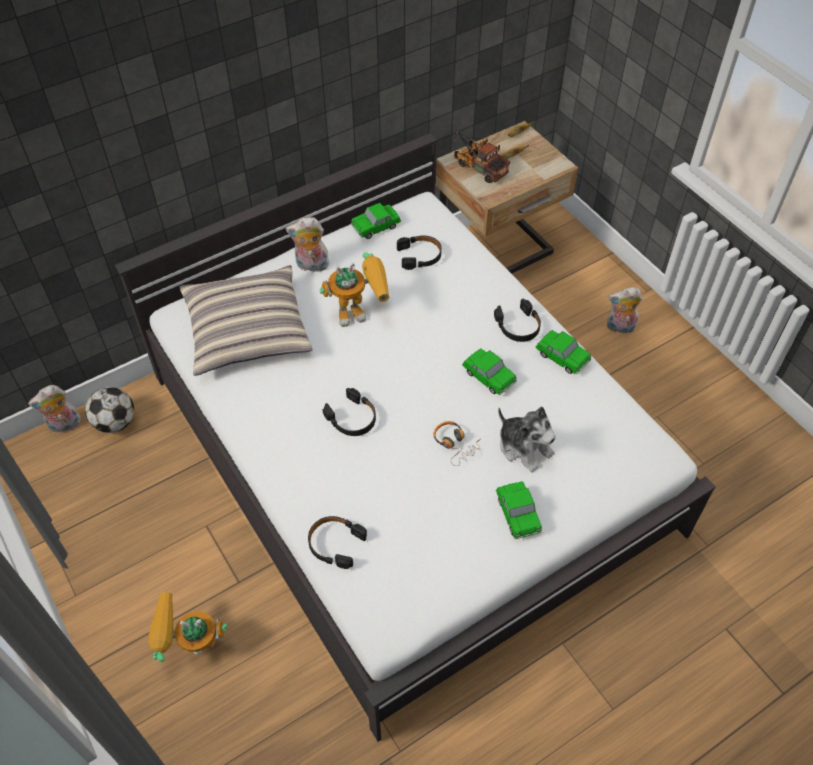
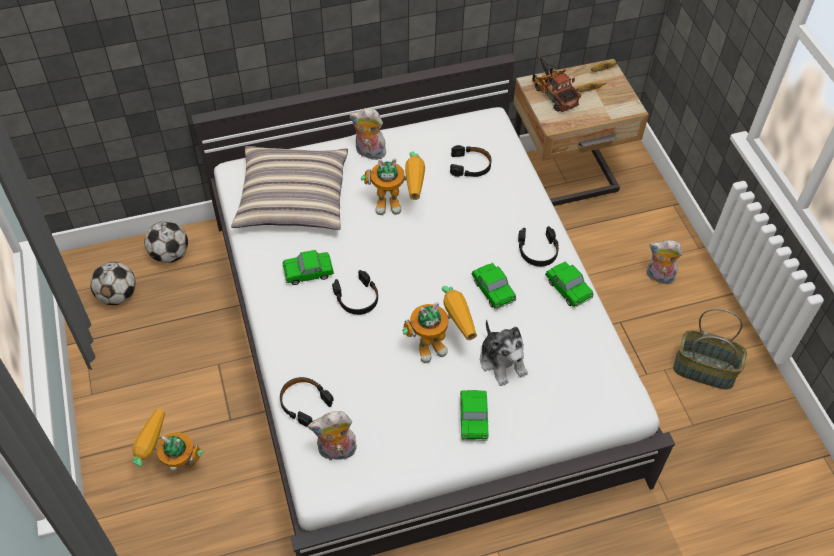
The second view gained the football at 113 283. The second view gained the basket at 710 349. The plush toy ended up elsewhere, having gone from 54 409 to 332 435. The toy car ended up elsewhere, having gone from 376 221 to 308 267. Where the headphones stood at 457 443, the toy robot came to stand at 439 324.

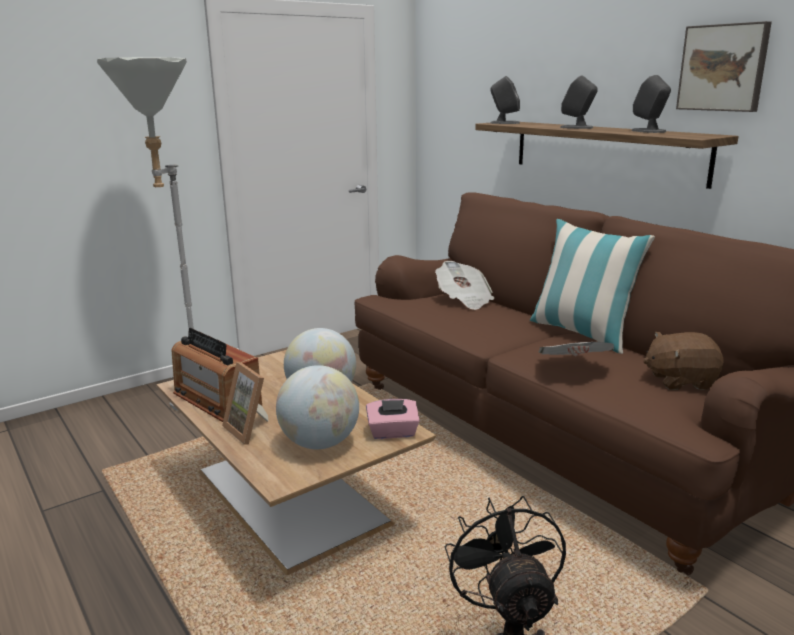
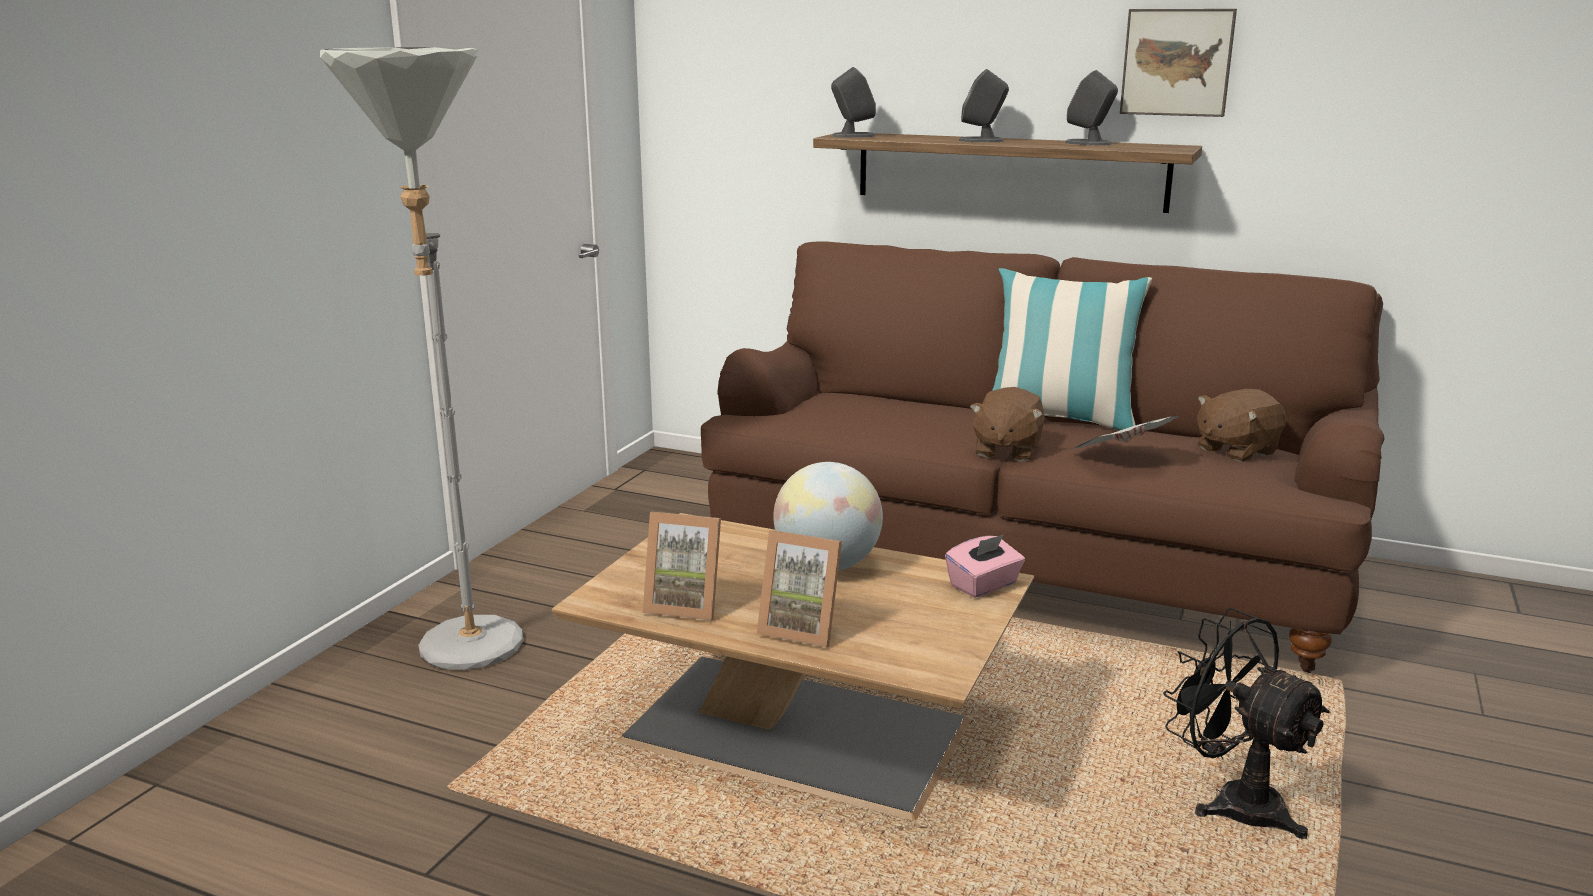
The second view lost the globe at 317 407. The second view lost the newspaper at 464 285. The second view gained the brown plush toy at 1007 424. Where the radio stood at 217 375, the picture frame came to stand at 682 566.

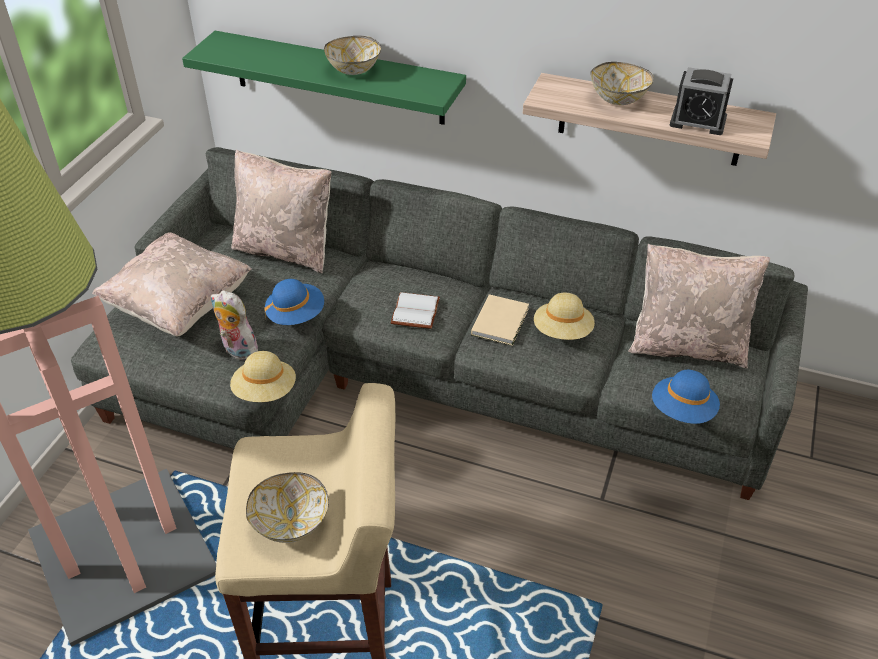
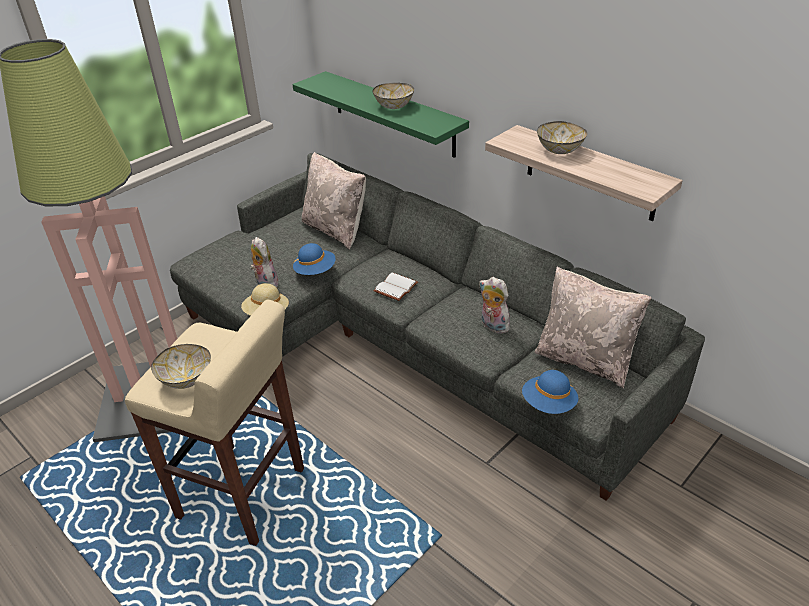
The second view lost the beige pillow at 172 284. The second view lost the beige book at 500 320. The second view lost the alarm clock at 701 101. Where the beige hat stood at 564 316, the plush toy came to stand at 494 305.

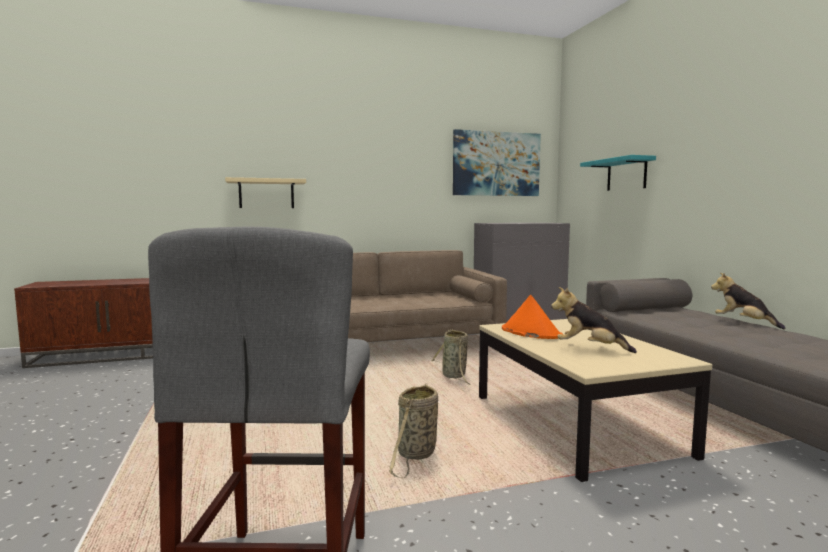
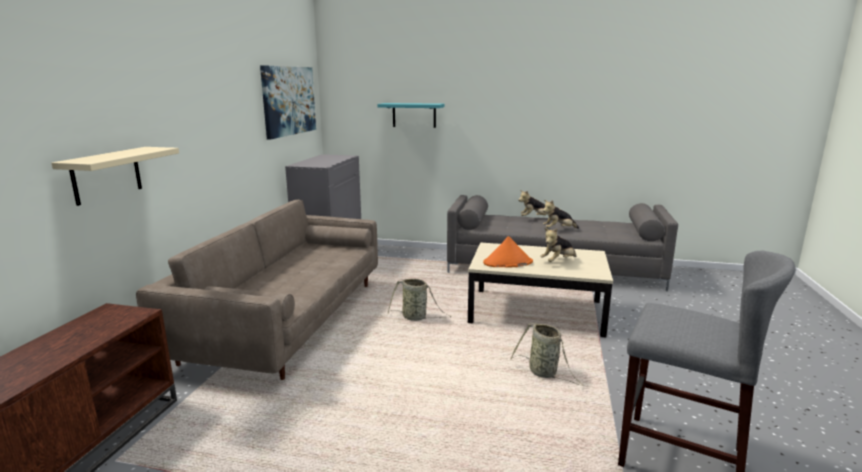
The second view gained the plush toy at 561 214.

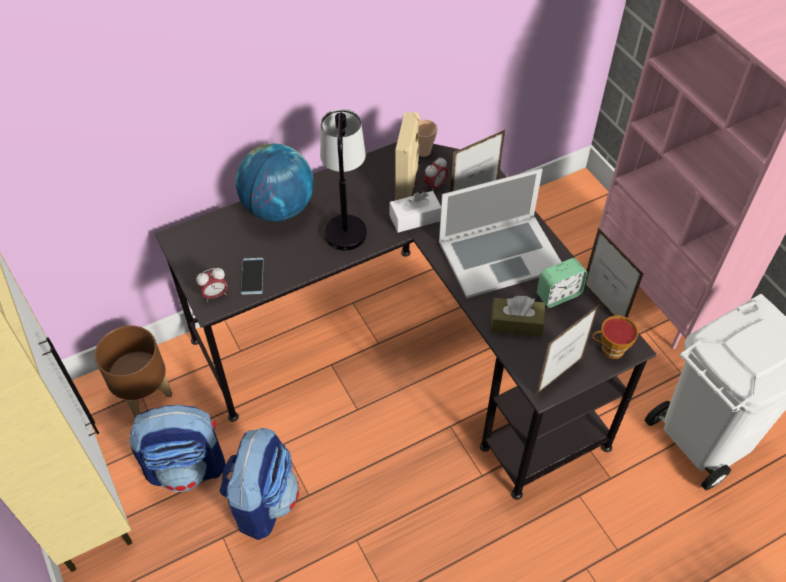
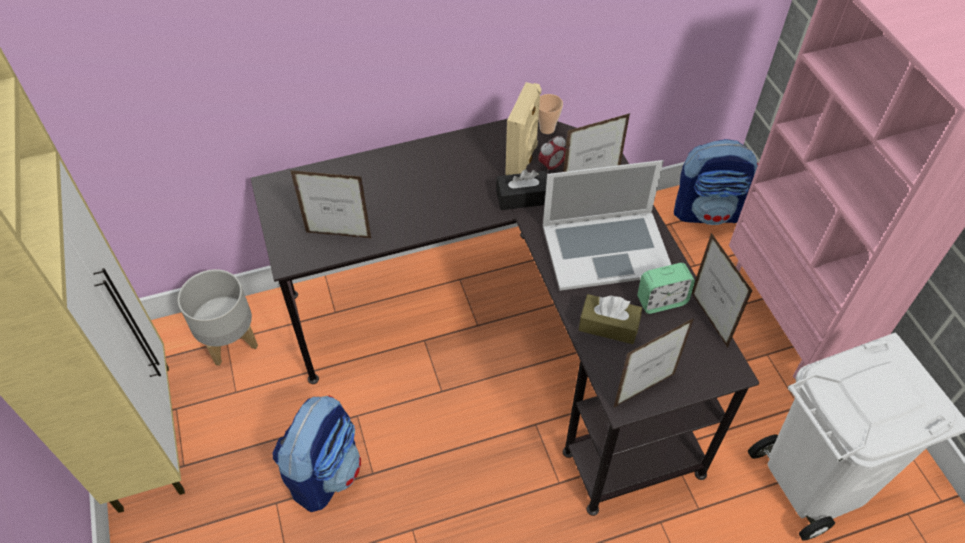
The second view lost the alarm clock at 212 285. The second view lost the globe at 275 182. The second view lost the table lamp at 343 179. The second view lost the cup at 615 337. The backpack ended up elsewhere, having gone from 178 448 to 716 182. Where the phone stood at 252 276, the picture frame came to stand at 331 204. What was the brown planter at 133 371 turned into the grey planter at 218 317. What was the white tissue box at 415 211 turned into the black tissue box at 521 189.

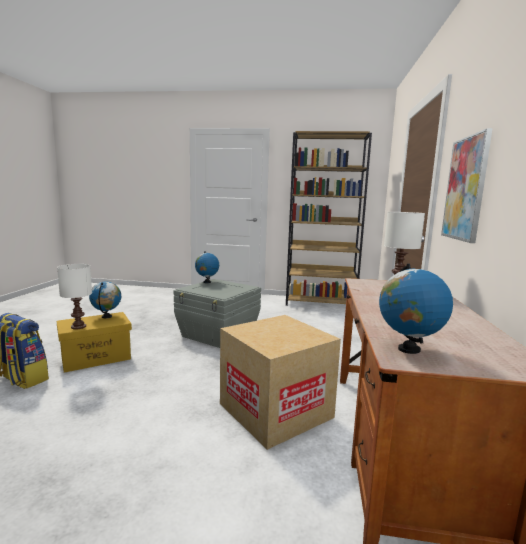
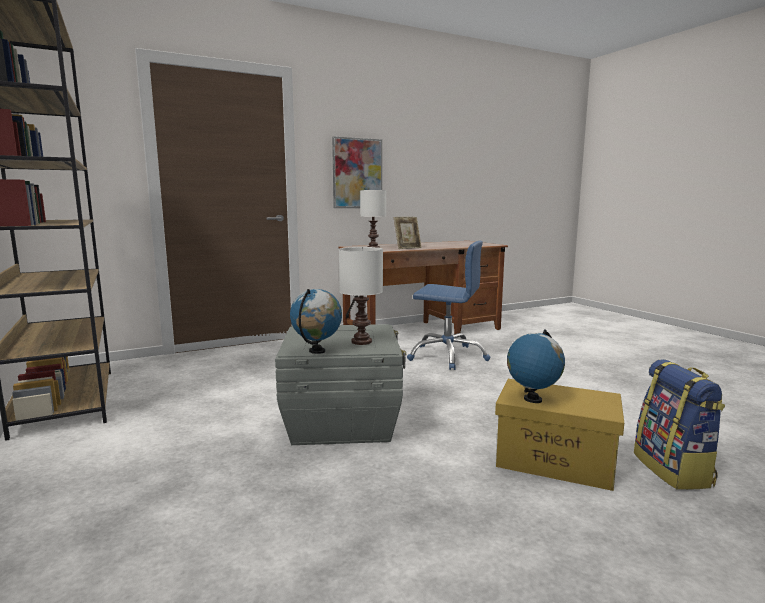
The second view lost the globe at 416 309. The second view gained the picture frame at 407 233. The white table lamp ended up elsewhere, having gone from 74 297 to 361 296. Where the cardboard box stood at 280 382, the blue office chair came to stand at 448 305.

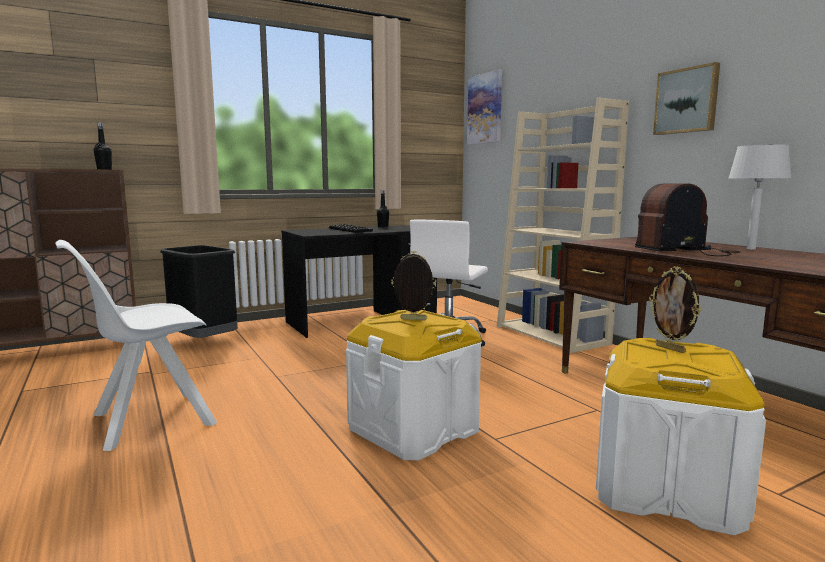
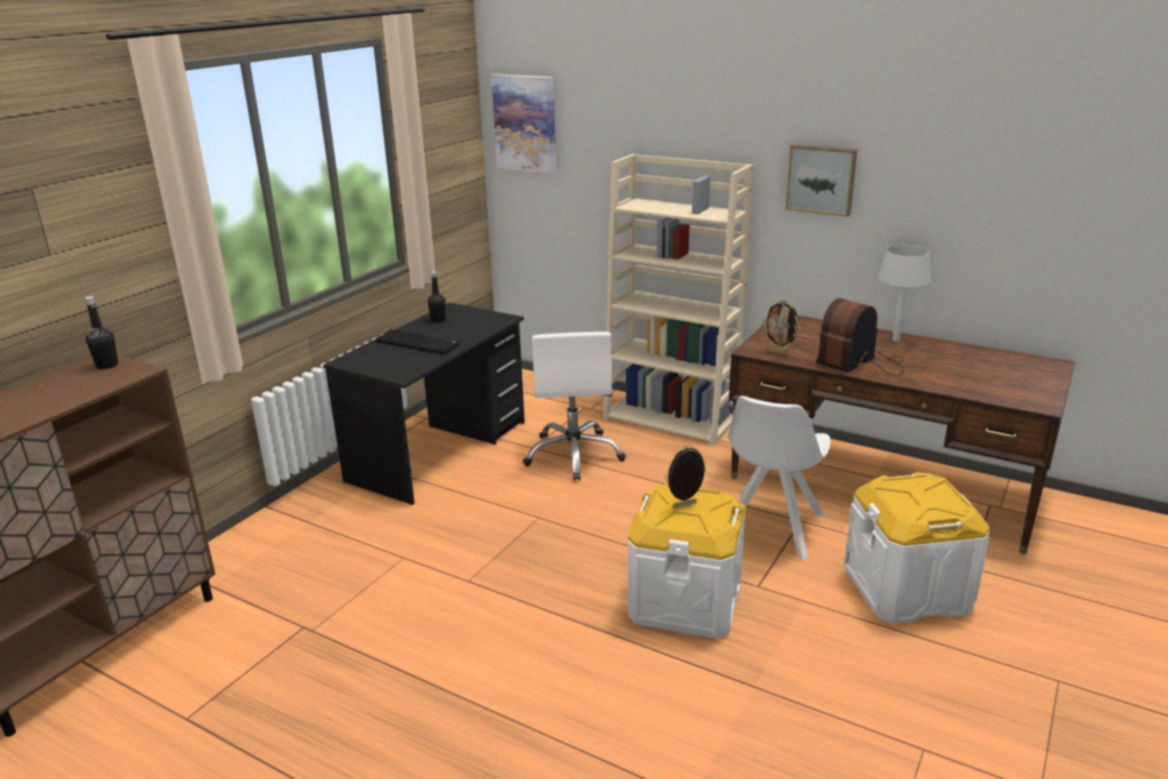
The second view lost the black trash can at 199 291. The white chair ended up elsewhere, having gone from 136 345 to 778 478. The picture frame ended up elsewhere, having gone from 675 309 to 781 327.

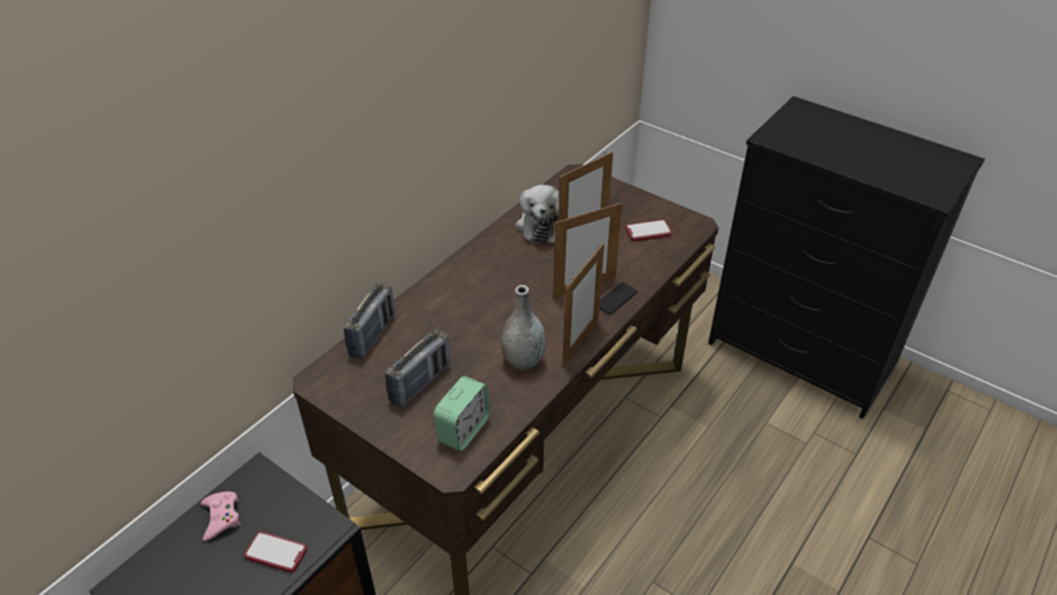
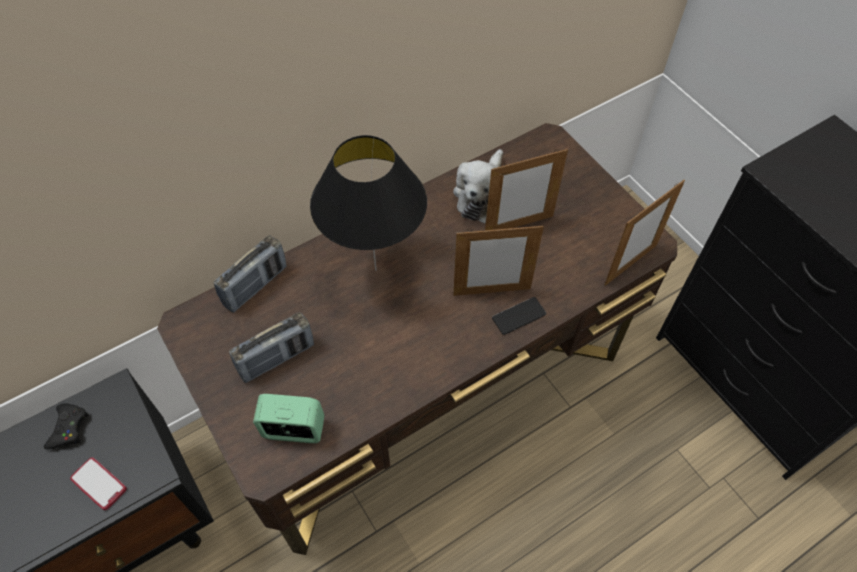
The second view lost the grey vase at 523 327. The second view lost the phone at 649 231. The second view gained the black table lamp at 368 203. The picture frame ended up elsewhere, having gone from 583 304 to 644 233. What was the pink game controller at 221 516 turned into the black game controller at 66 426. The alarm clock at 462 413 ended up facing another way, 135 degrees counterclockwise from before.

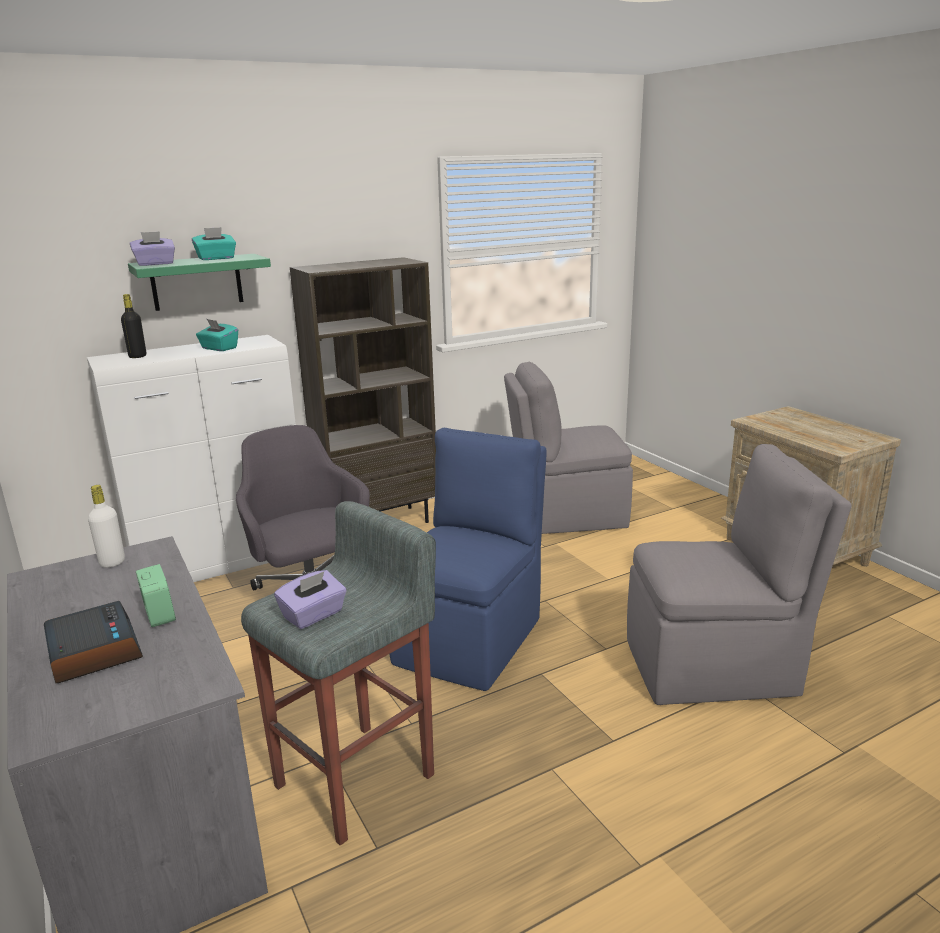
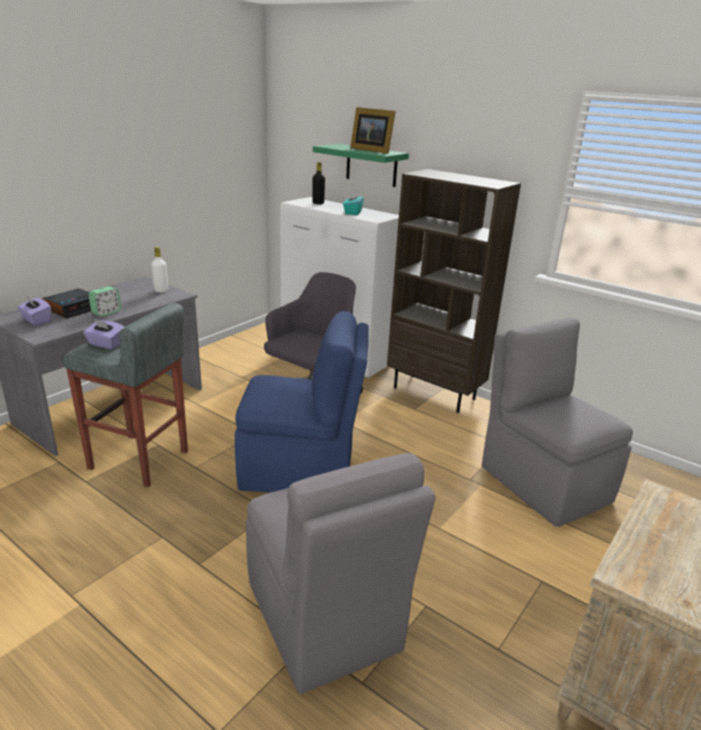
The purple tissue box ended up elsewhere, having gone from 152 248 to 34 311. Where the turquoise tissue box stood at 214 243, the picture frame came to stand at 373 130.

